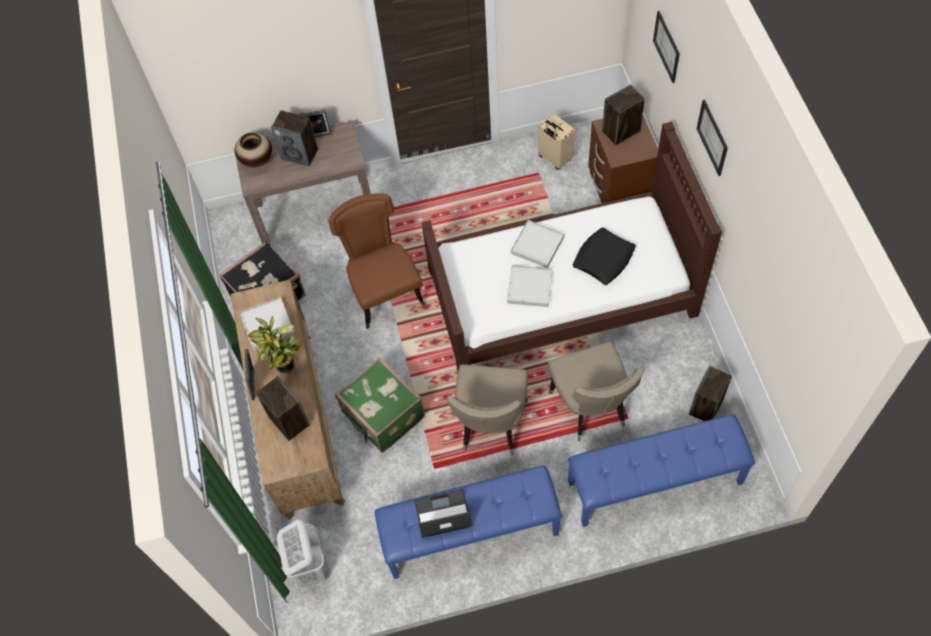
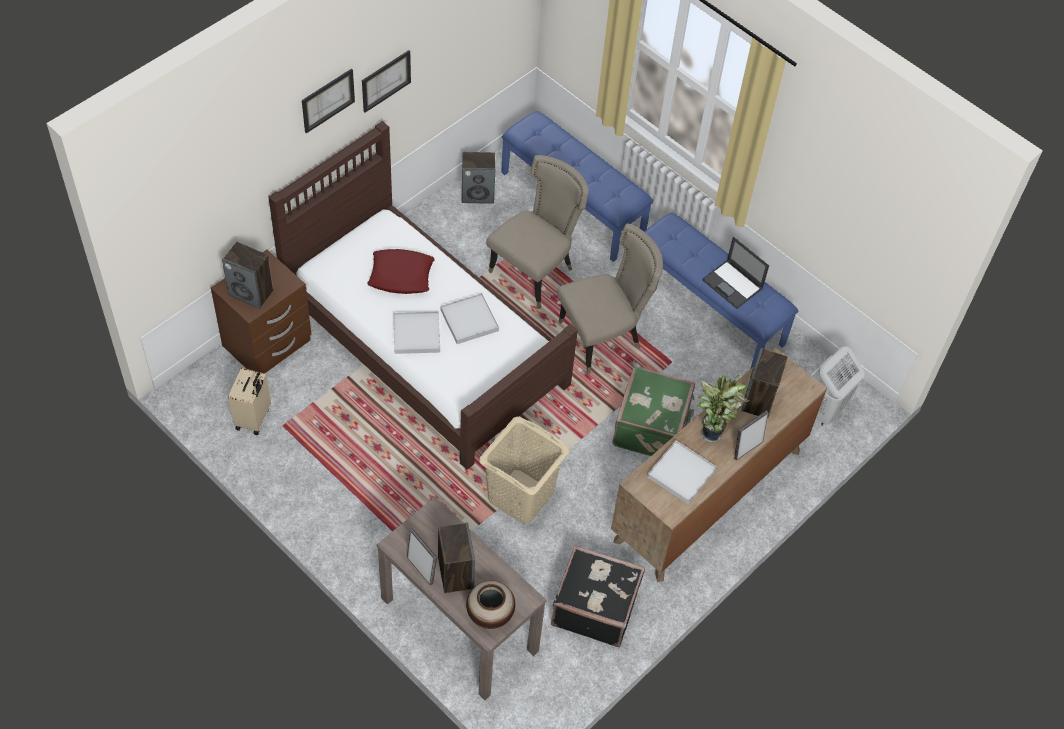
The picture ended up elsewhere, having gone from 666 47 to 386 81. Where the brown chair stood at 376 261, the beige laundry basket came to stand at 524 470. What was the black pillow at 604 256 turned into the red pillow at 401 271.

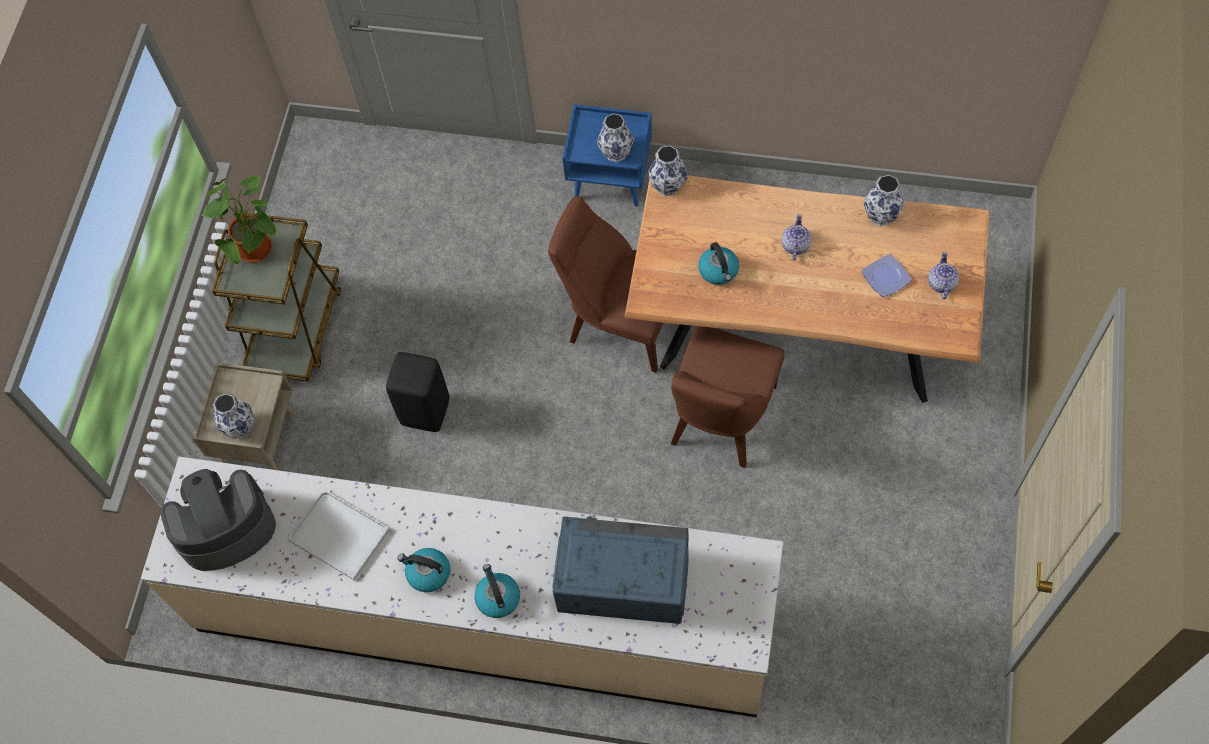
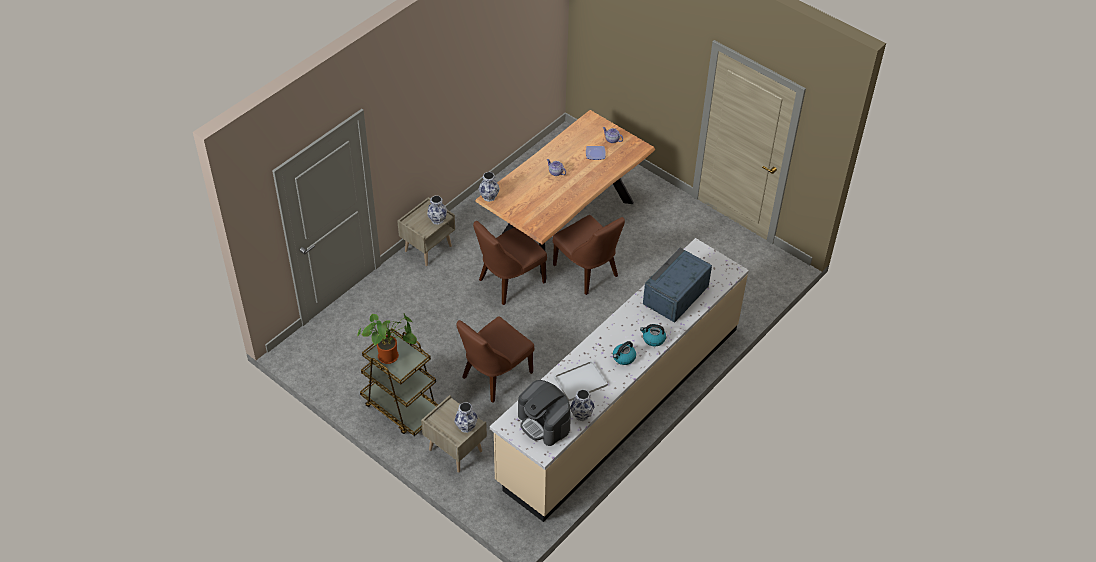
The second view lost the kettle at 718 263. The vase ended up elsewhere, having gone from 883 200 to 582 405. Where the black stool stood at 417 392, the brown chair came to stand at 495 359. What was the blue nightstand at 607 155 turned into the beige nightstand at 426 231. The coffee machine at 218 520 ended up facing another way, 45 degrees counterclockwise from before.

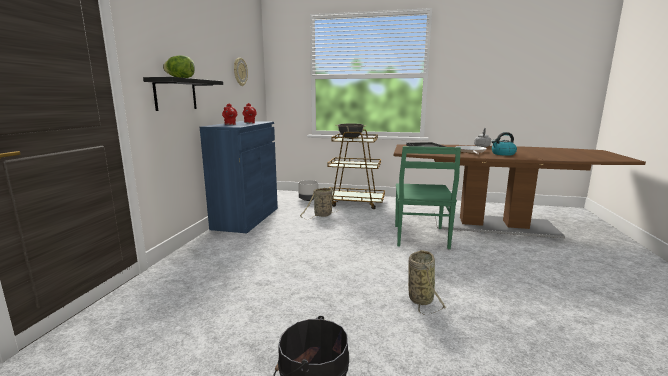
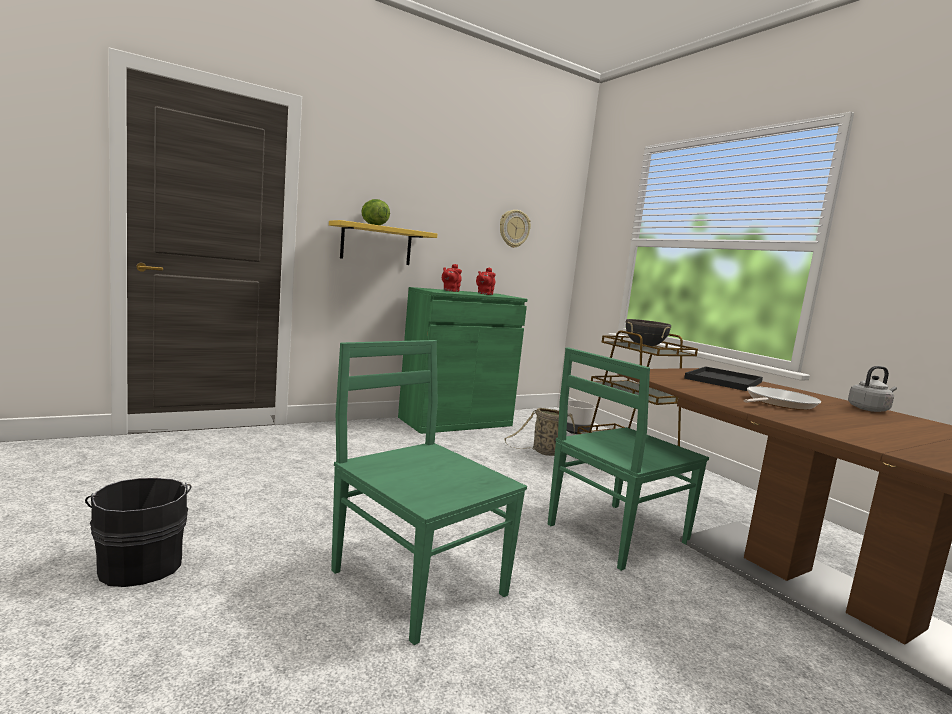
The second view lost the kettle at 504 144. Where the basket stood at 427 282, the green chair came to stand at 429 492. What was the black shelf at 183 94 turned into the yellow shelf at 383 242. What was the blue cabinet at 239 177 turned into the green cabinet at 463 360.

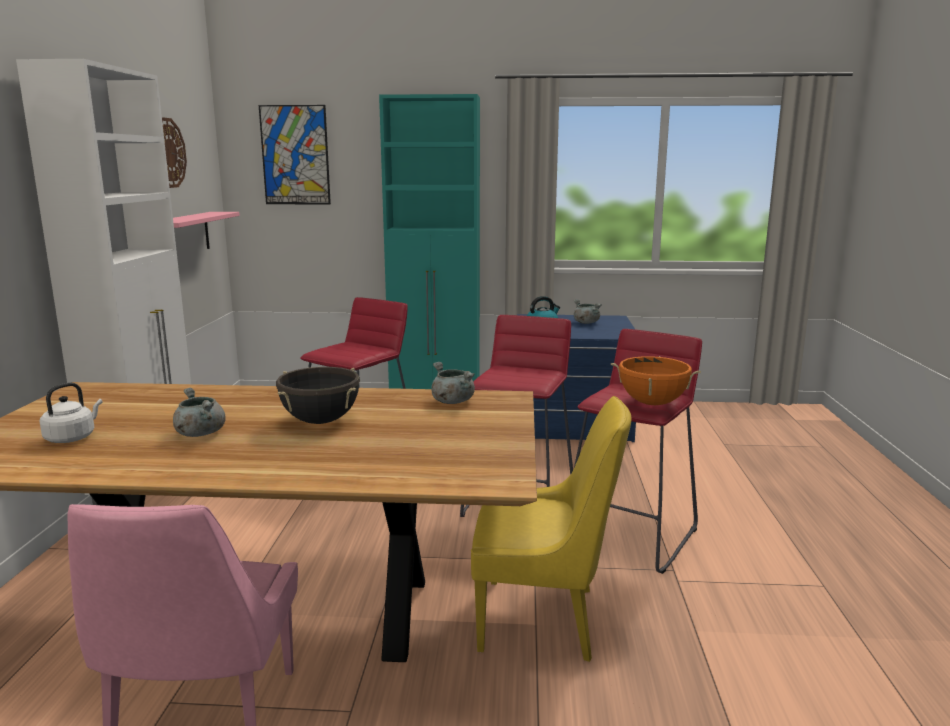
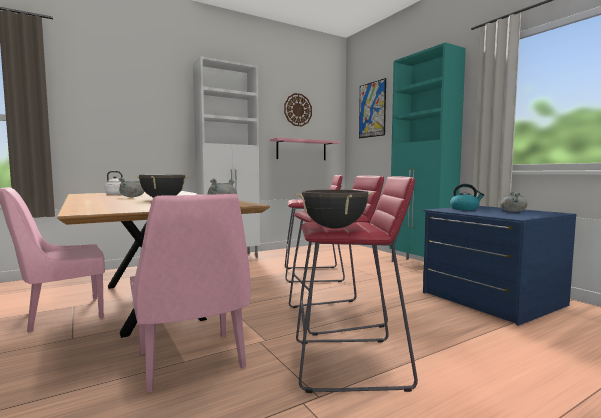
What was the yellow chair at 551 529 turned into the pink chair at 190 293. What was the orange cooking pot at 656 380 turned into the black cooking pot at 334 209.

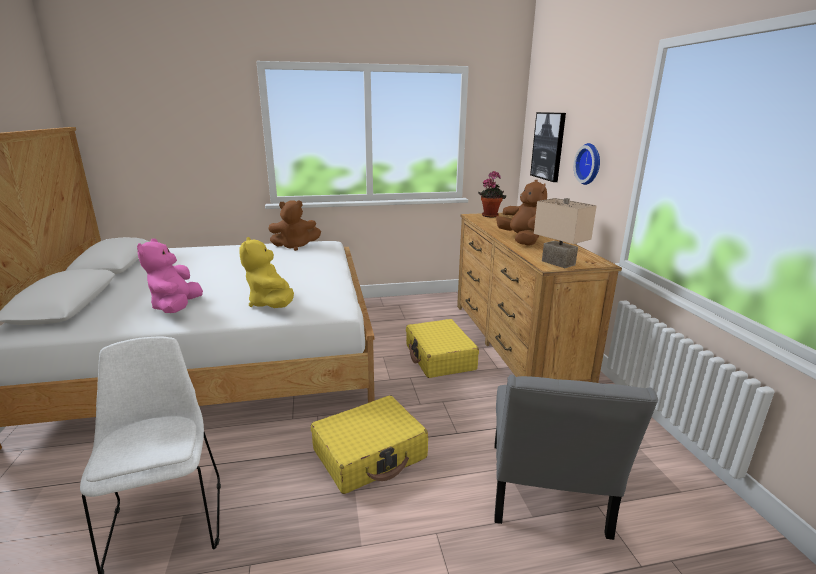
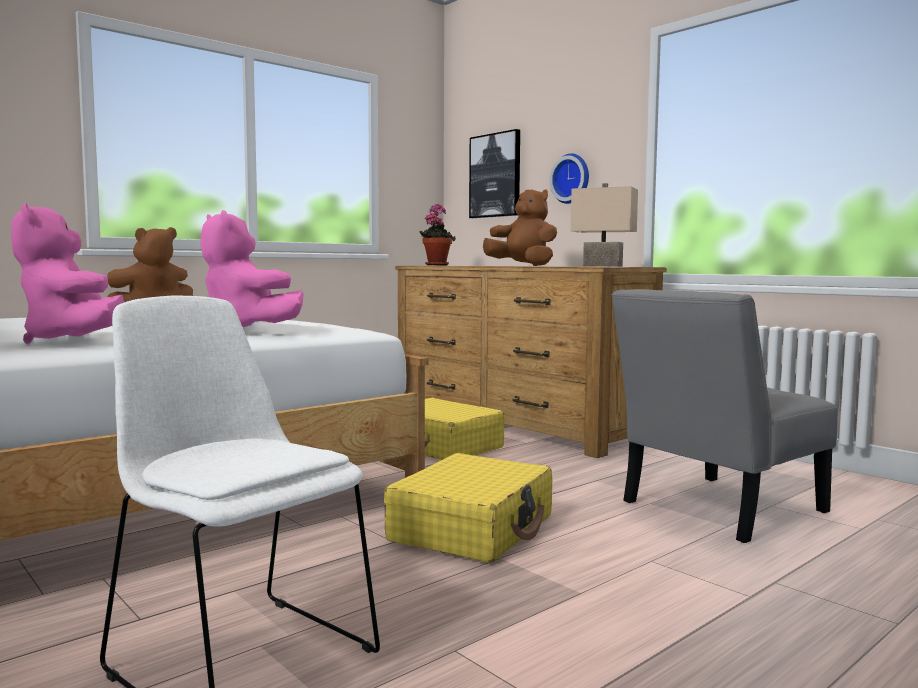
What was the yellow plush toy at 266 272 turned into the pink plush toy at 252 268. The grey chair at 576 457 ended up facing another way, 75 degrees clockwise from before.

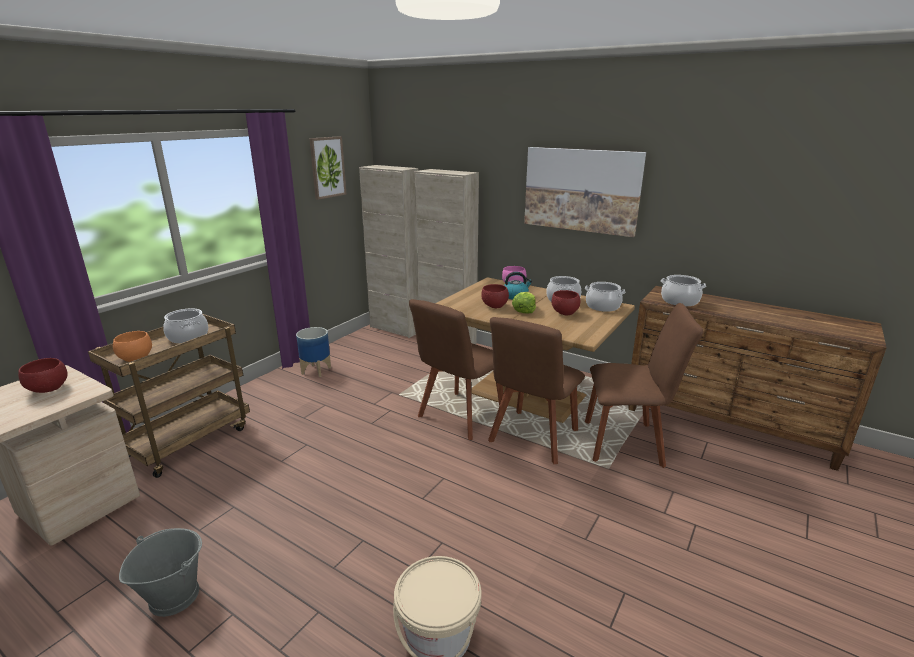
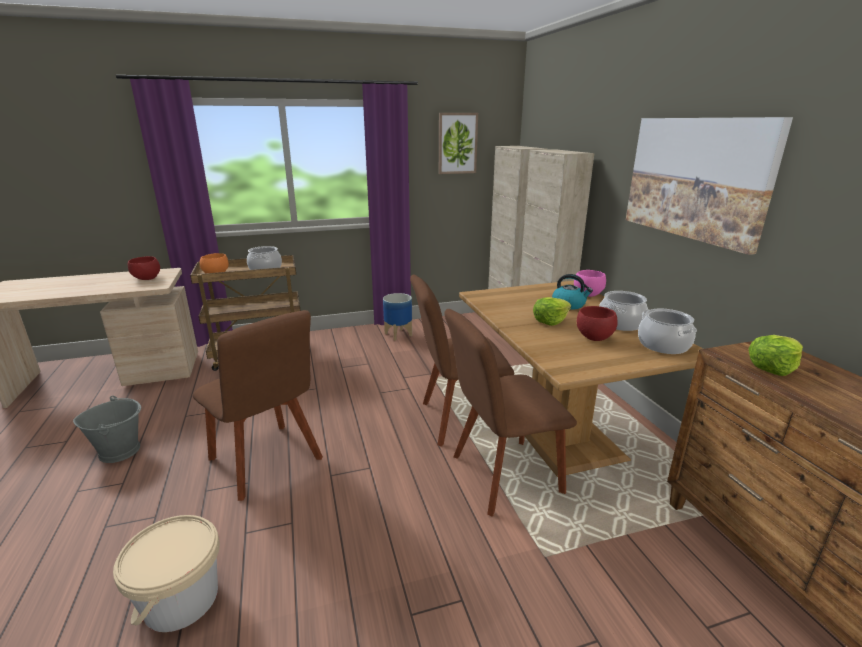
The second view lost the red bowl at 495 296. The brown chair ended up elsewhere, having gone from 644 385 to 258 405. Where the cooking pot stood at 683 290, the lettuce came to stand at 775 355.

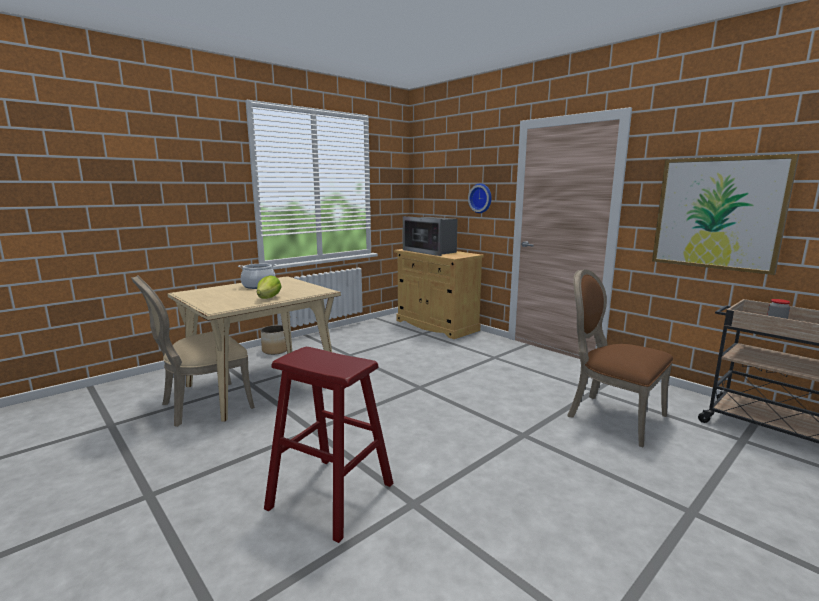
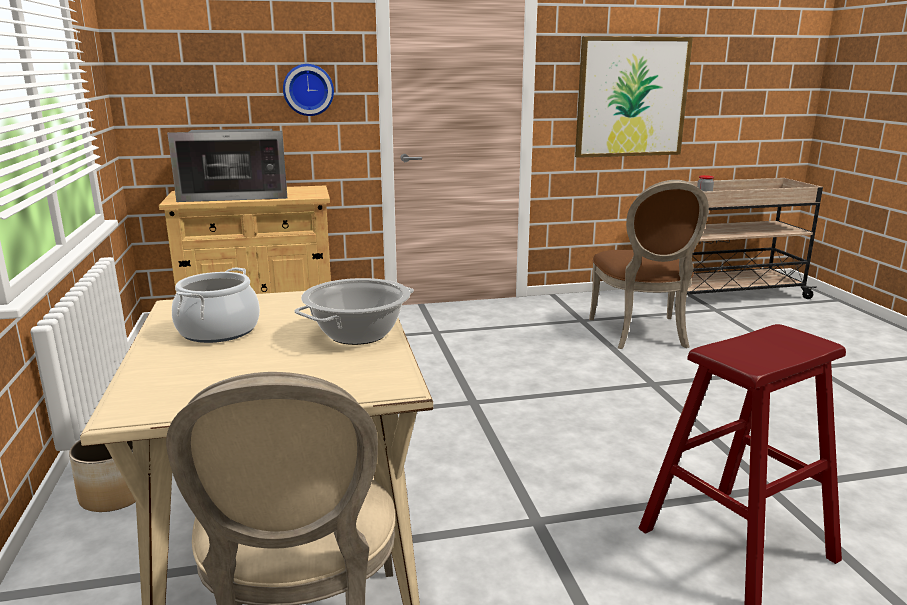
Where the lettuce stood at 269 287, the cooking pot came to stand at 354 311. The brown chair at 620 358 ended up facing another way, 75 degrees counterclockwise from before.

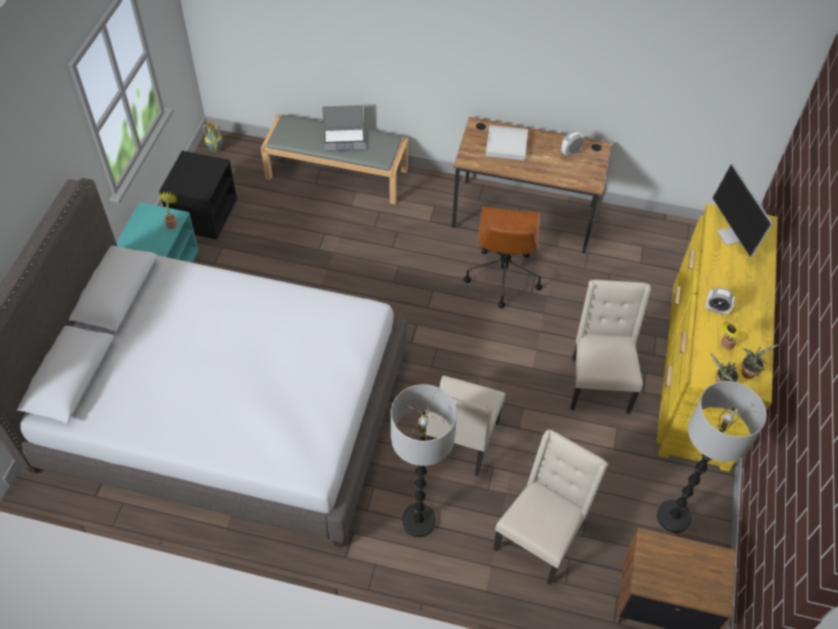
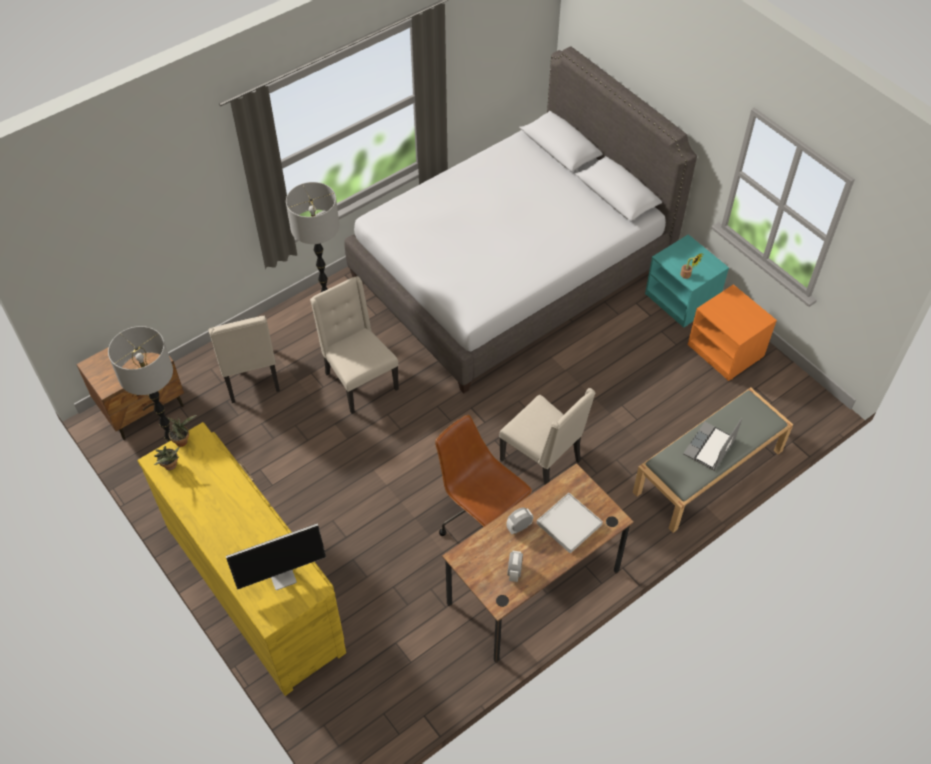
The second view lost the vase at 212 137. The second view lost the potted plant at 729 336. The beige chair ended up elsewhere, having gone from 610 347 to 547 436. The alarm clock ended up elsewhere, having gone from 720 301 to 519 521. What was the black nightstand at 198 195 turned into the orange nightstand at 732 332. The monitor at 743 210 ended up facing another way, 135 degrees clockwise from before.

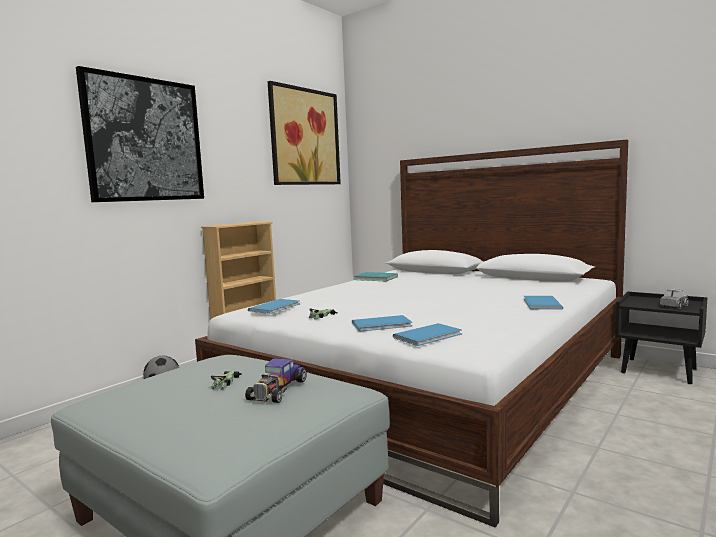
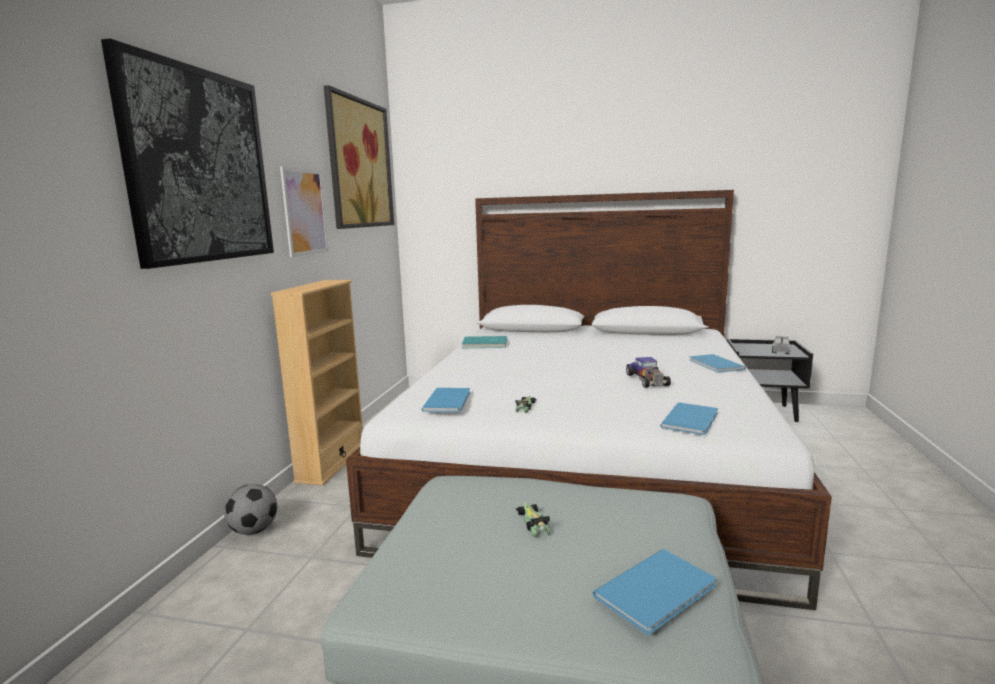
The second view gained the picture at 304 211. The toy car ended up elsewhere, having gone from 276 381 to 648 372. The blue book ended up elsewhere, having gone from 382 323 to 654 592.

